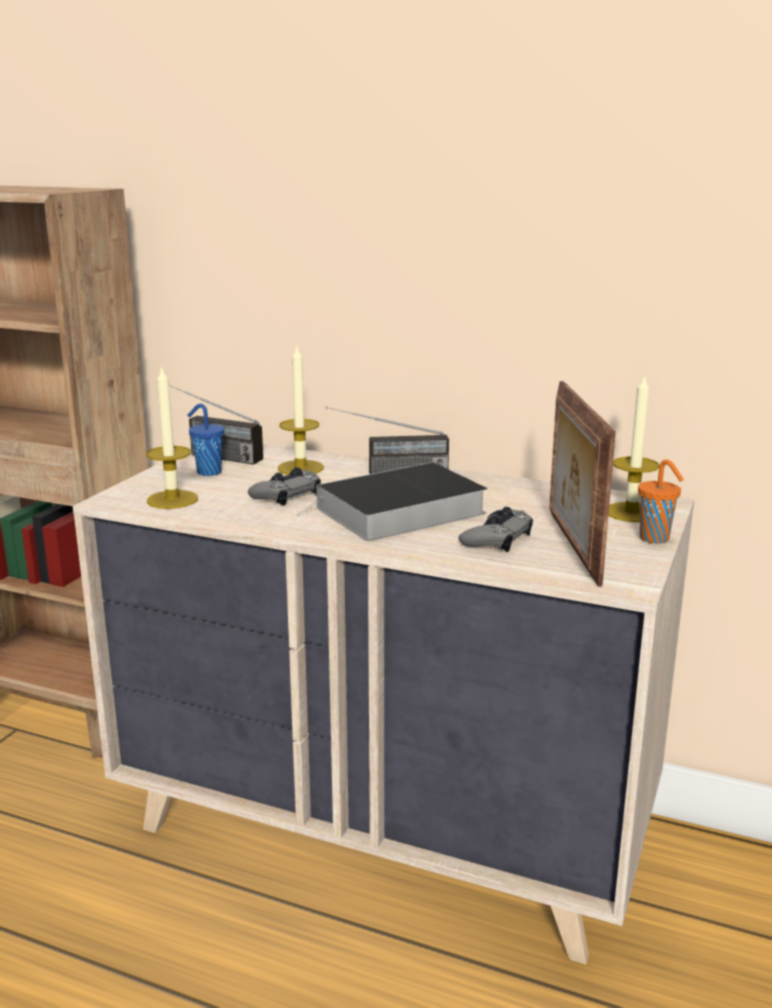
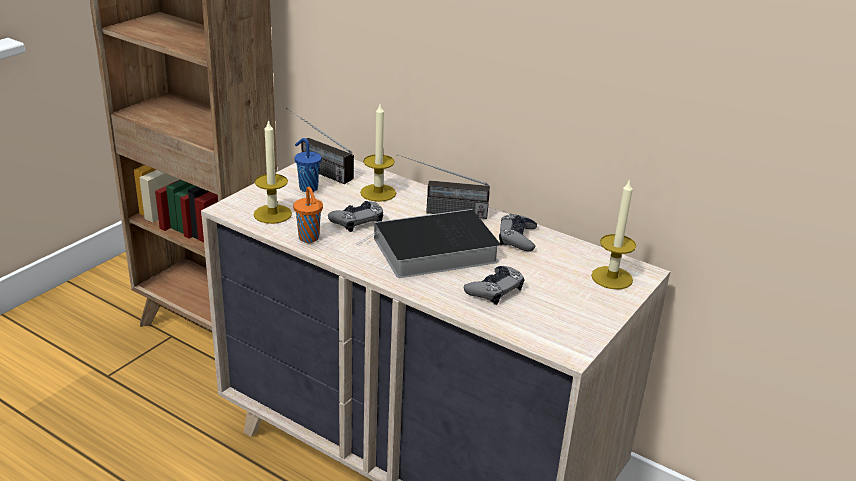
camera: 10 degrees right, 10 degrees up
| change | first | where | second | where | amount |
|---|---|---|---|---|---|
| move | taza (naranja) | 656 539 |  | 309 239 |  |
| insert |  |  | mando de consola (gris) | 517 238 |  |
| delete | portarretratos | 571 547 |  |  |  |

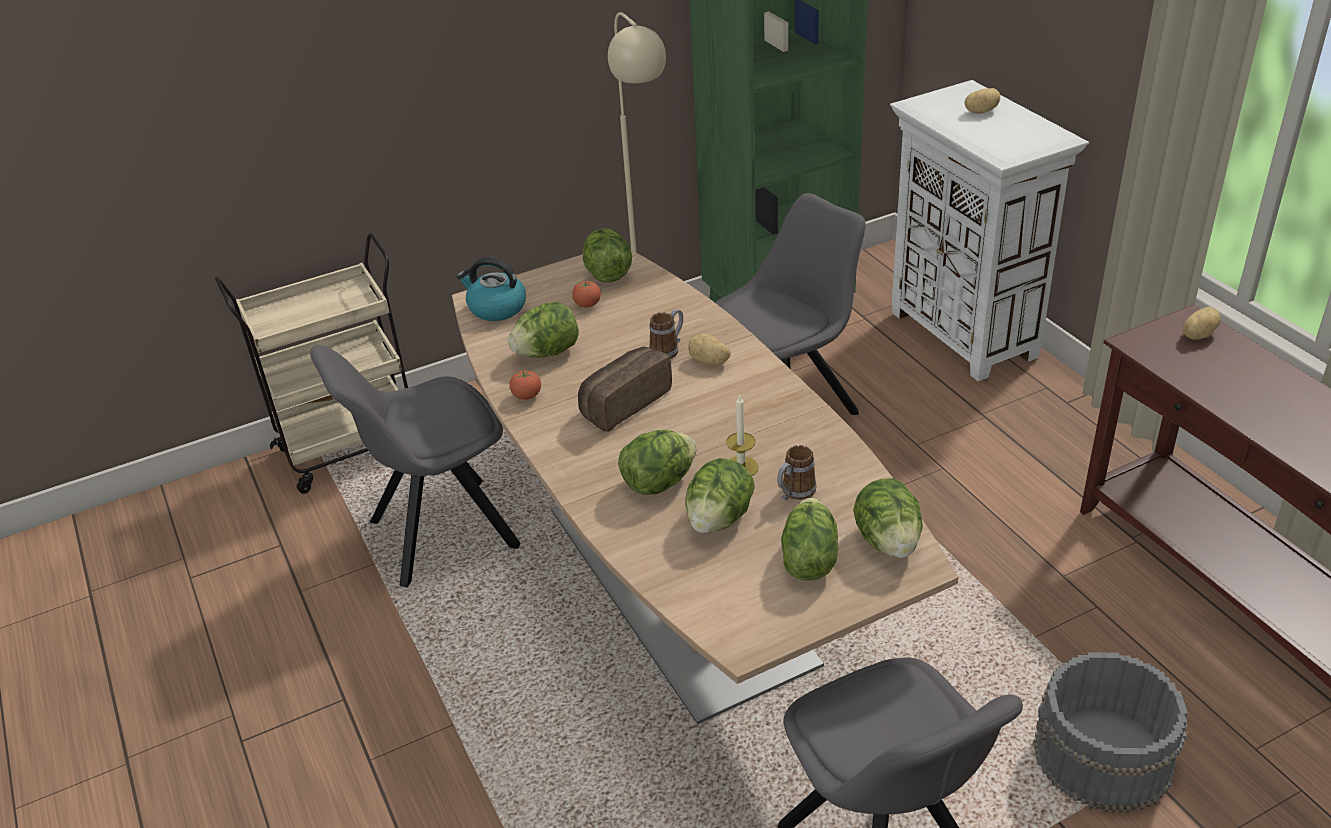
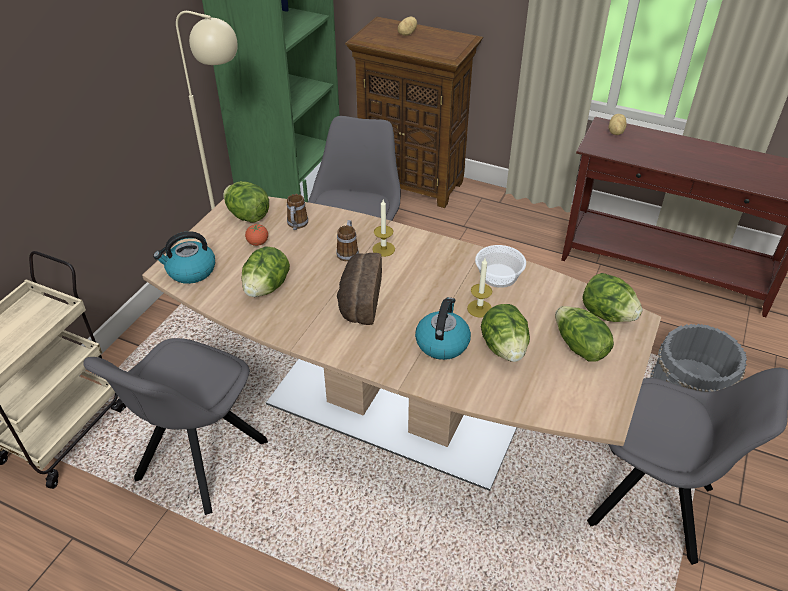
camera: 40 degrees left, 5 degrees up
| change | first | where | second | where | amount |
|---|---|---|---|---|---|
| move | taza grande | 794 493 |  | 297 225 |  |
| recolor | armario (blanco) | 966 335 | armario (marrón) | 413 183 |  |
| replace | patata | 709 362 | vela | 383 249 |  |
| replace | lechuga | 659 482 | hervidor | 442 342 |  |
| insert |  |  | cuenco | 498 275 |  |
| delete | tomate | 527 396 |  |  |  |

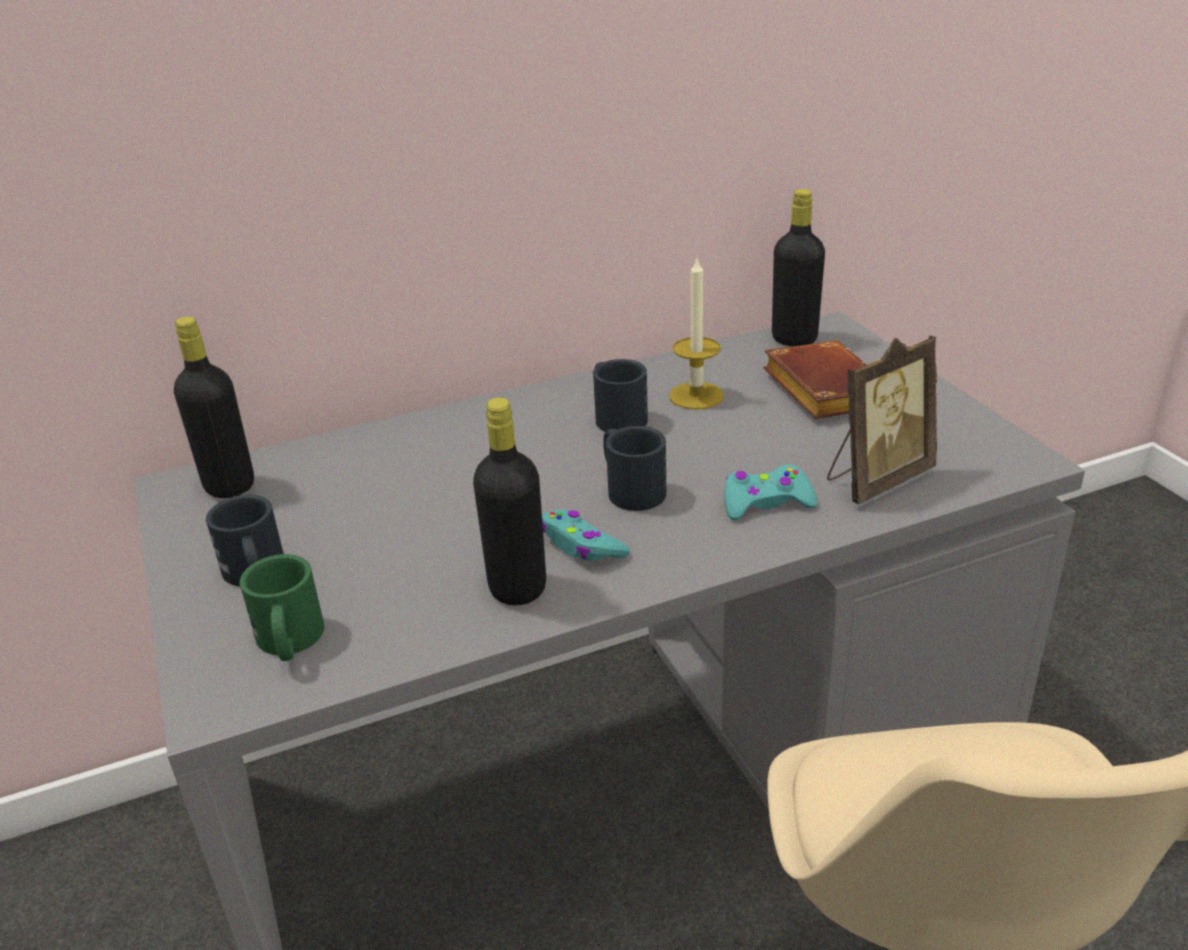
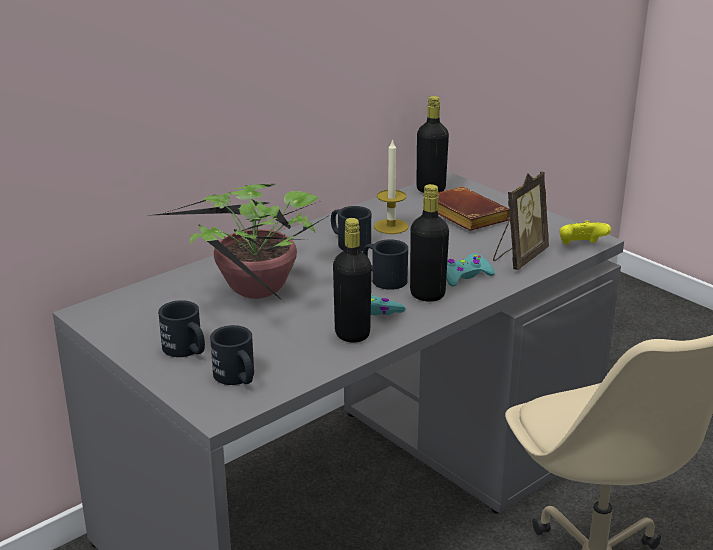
camera: 20 degrees left, 5 degrees down
| change | first | where | second | where | amount |
|---|---|---|---|---|---|
| insert |  |  | planta en maceta | 258 293 |  |
| recolor | taza grande (verde) | 290 643 | taza grande (negro) | 237 378 |  |
| move | botella (negro) | 229 486 |  | 427 295 |  |
| insert |  |  | mando de consola (amarillo) | 580 246 |  |

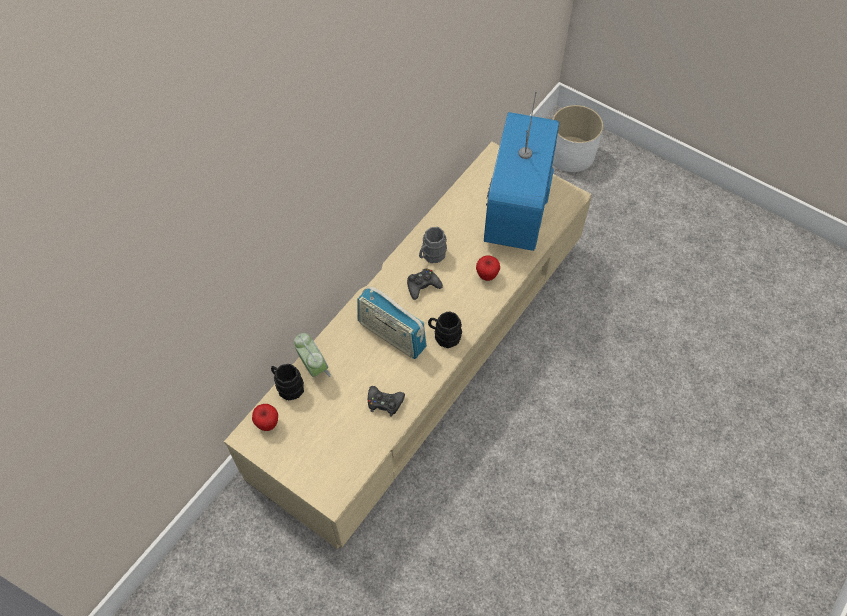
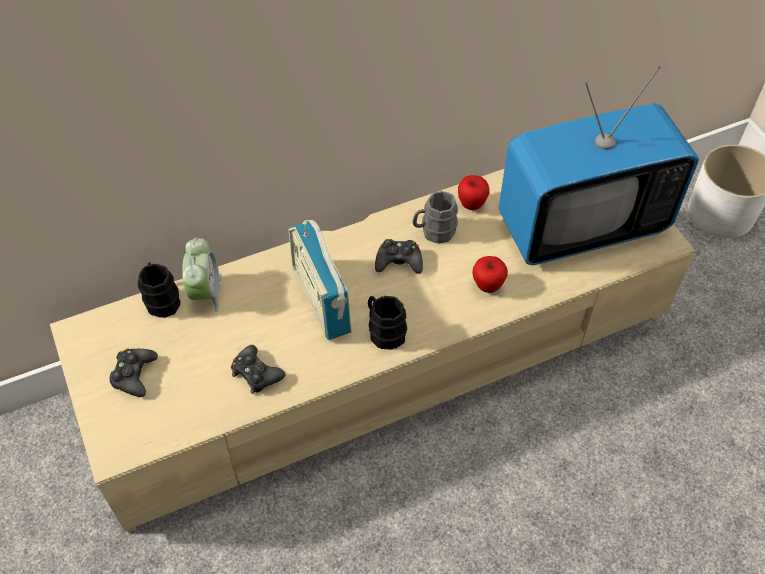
camera: 30 degrees right, 5 degrees down
| change | first | where | second | where | amount |
|---|---|---|---|---|---|
| insert |  |  | mando de consola (negro) | 134 375 |  |
| move | manzana | 267 424 |  | 471 204 |  |
| rotate | televisor | 518 209 |  | 581 226 | 150 degrees counterclockwise |

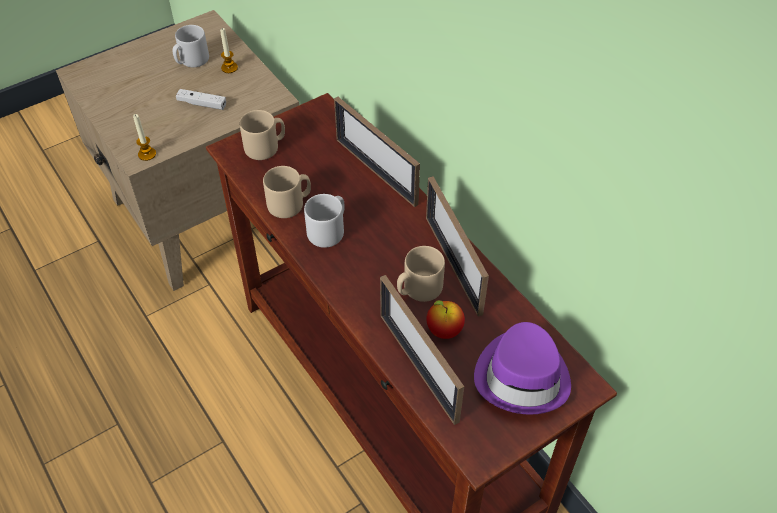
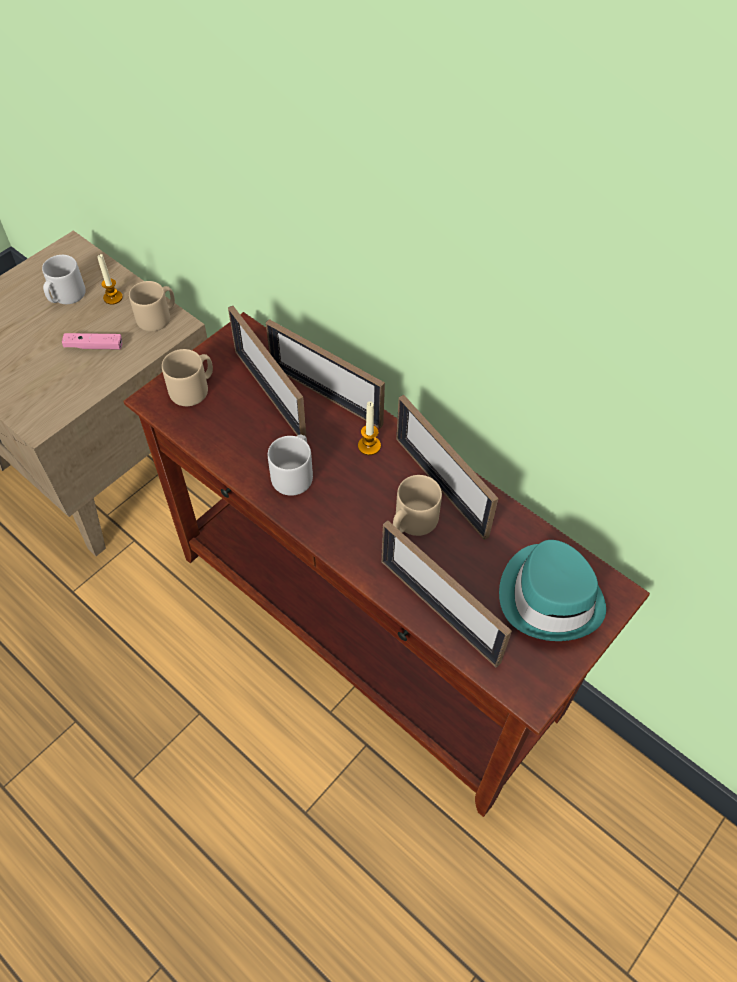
camera: 15 degrees left, 5 degrees up
| change | first | where | second | where | amount |
|---|---|---|---|---|---|
| recolor | mando de consola (blanco) | 202 104 | mando de consola (rosa) | 94 346 |  |
| move | taza grande (beis) | 290 204 |  | 157 318 |  |
| insert |  |  | portarretratos | 269 394 |  |
| move | vela | 147 154 |  | 369 446 |  |
| recolor | sombrero (morado) | 523 376 | sombrero (turquesa) | 550 596 |  |
| delete | manzana | 444 330 |  |  |  |

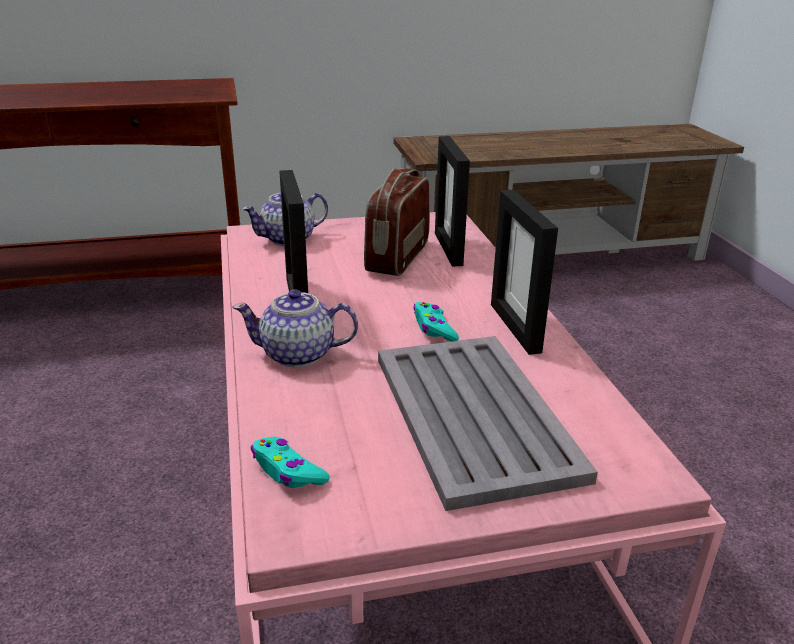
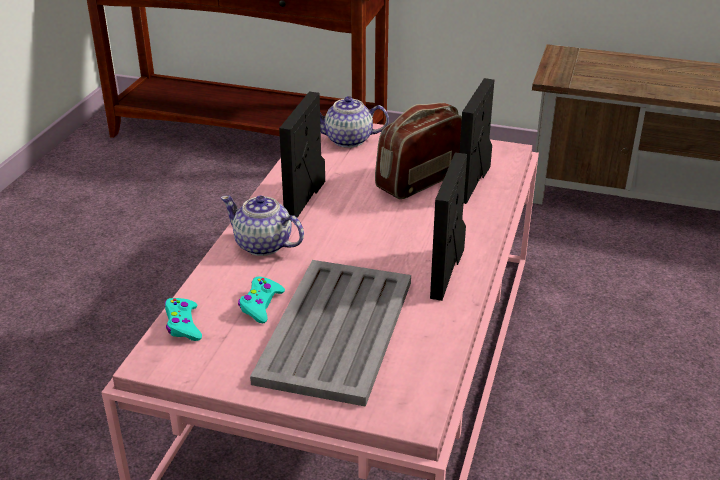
camera: 30 degrees right, 5 degrees up
| change | first | where | second | where | amount |
|---|---|---|---|---|---|
| move | mando de consola (turquesa) | 434 328 |  | 261 305 |  |

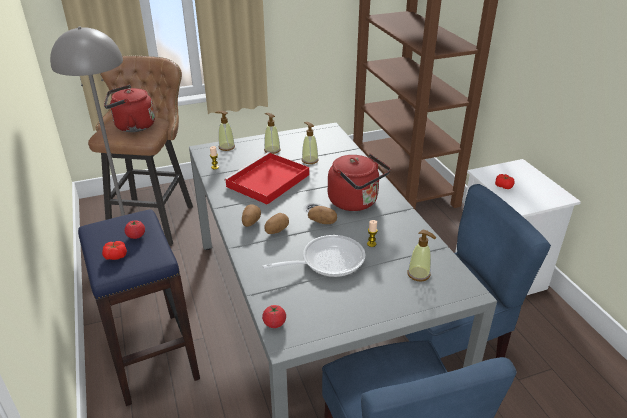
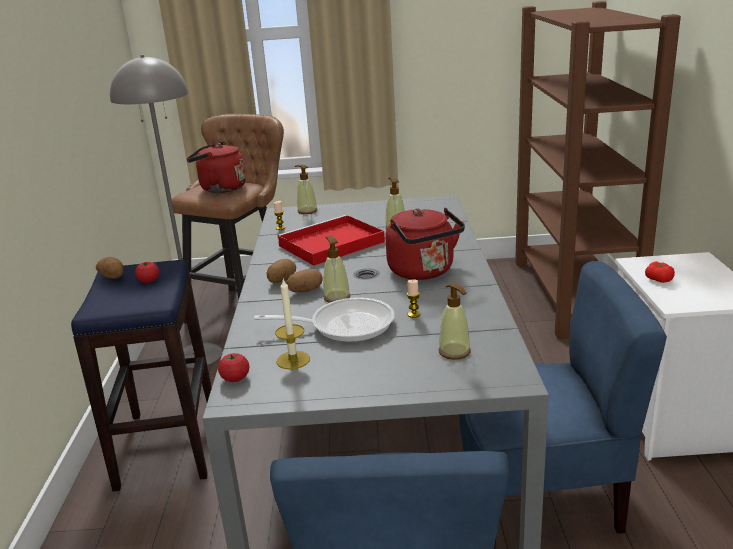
camera: 20 degrees right, 10 degrees down
| change | first | where | second | where | amount |
|---|---|---|---|---|---|
| move | patata | 323 222 |  | 113 277 |  |
| insert |  |  | vela | 293 360 |  |
| move | dispensador de jabón | 272 150 |  | 336 297 |  |
| delete | tomate | 115 256 |  |  |  |

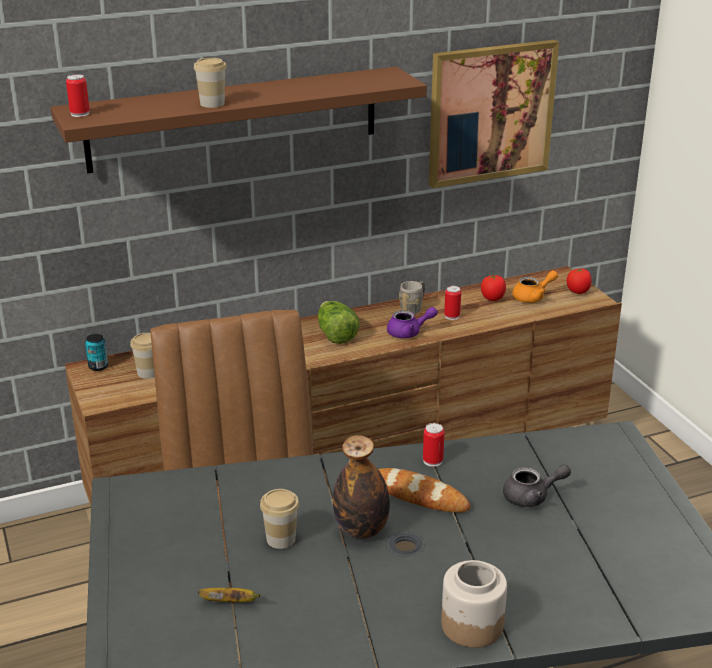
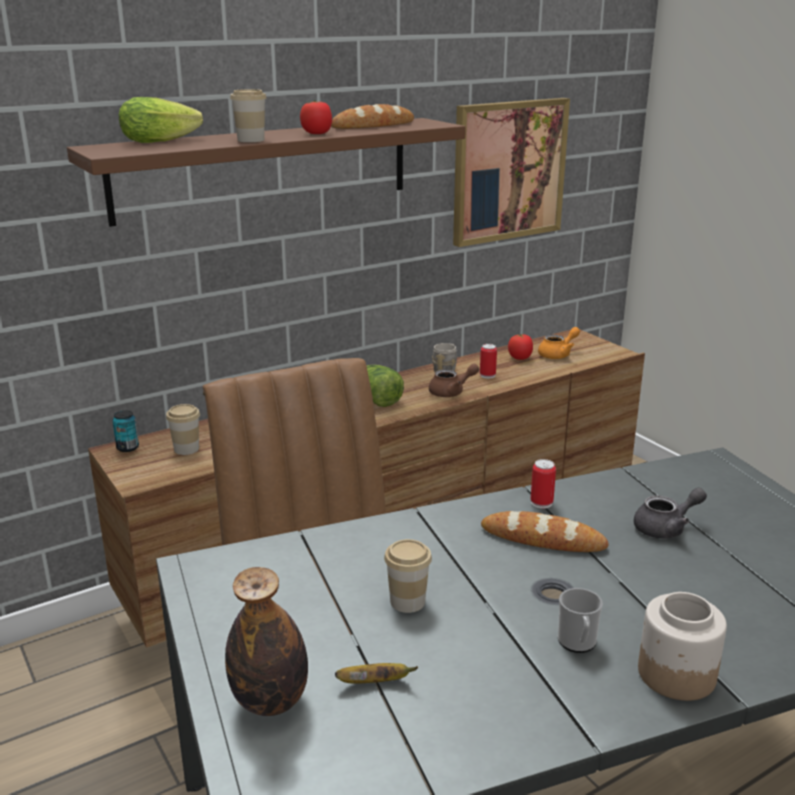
camera: 10 degrees left, 5 degrees down
| change | first | where | second | where | amount |
|---|---|---|---|---|---|
| insert |  |  | lechuga | 164 141 |  |
| move | botella | 361 529 |  | 270 701 |  |
| move | tomate | 578 291 |  | 317 134 |  |
| insert |  |  | pan | 373 125 |  |
| recolor | tetera (morado) | 409 333 | tetera (marrón) | 451 392 |  |
| insert |  |  | taza grande | 577 643 |  |
| delete | lata | 80 114 |  |  |  |

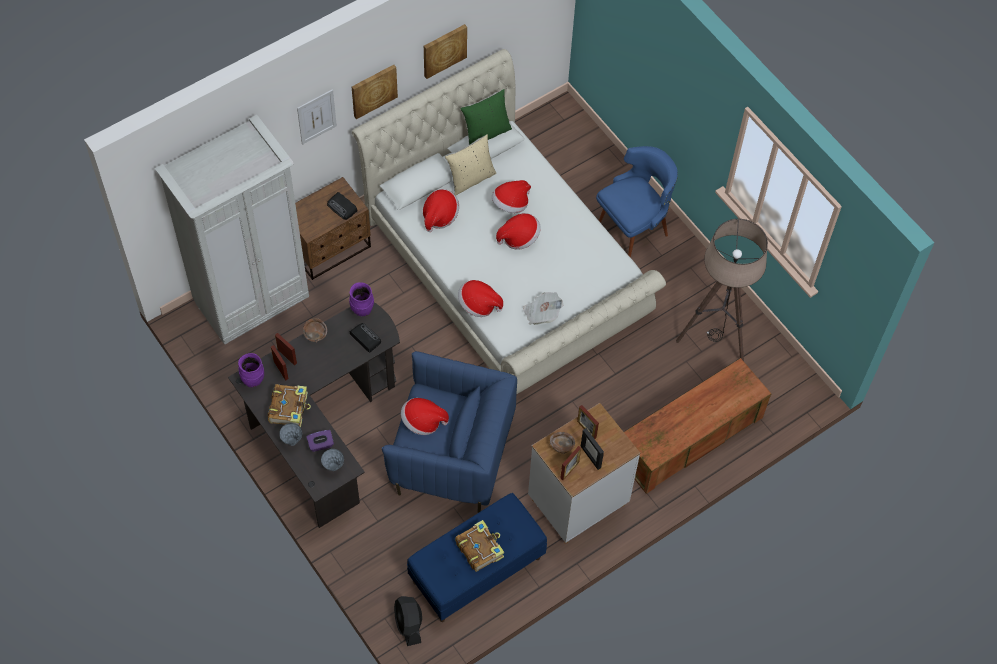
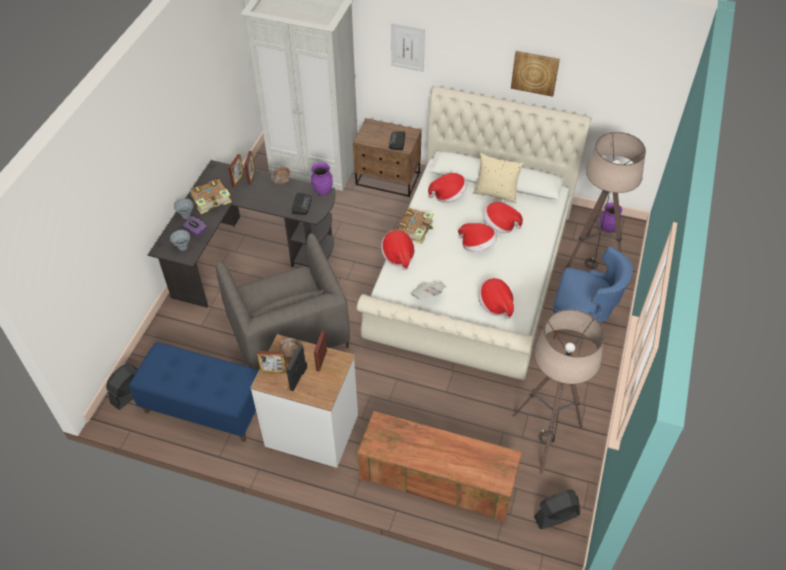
camera: 55 degrees right, 10 degrees down
| change | first | where | second | where | amount |
|---|---|---|---|---|---|
| recolor | sillón (azul) | 451 453 | sillón (gris) | 288 334 |  |
| move | libro | 479 548 |  | 416 229 |  |
| move | sombrero | 423 421 |  | 495 304 |  |
| insert |  |  | ventilador (negro) | 556 516 |  |
| insert |  |  | lámpara de pie | 589 263 |  |
| move | florero (morado) | 253 380 |  | 608 228 |  |
| delete | cuadro | 373 90 |  |  |  |
| delete | cojín (verde) | 486 133 |  |  |  |

